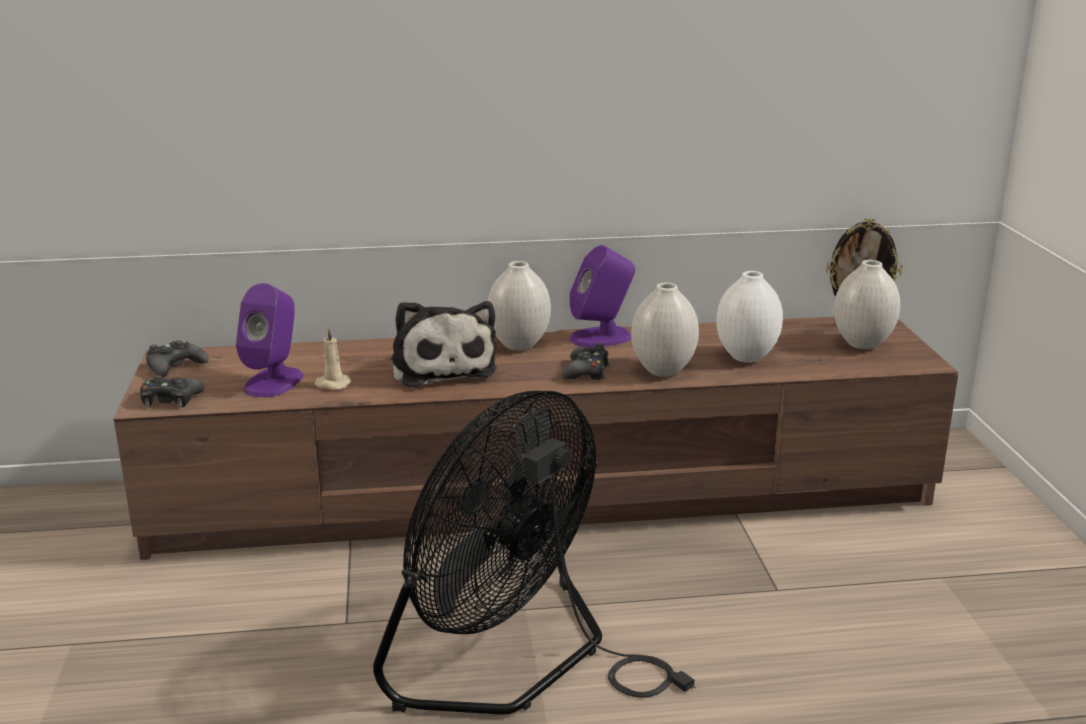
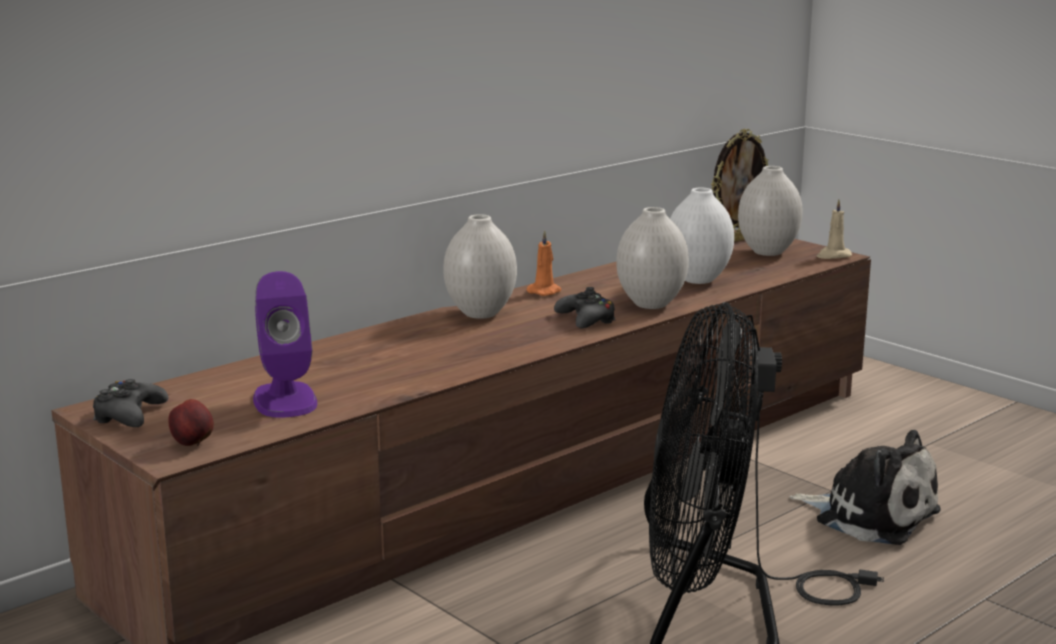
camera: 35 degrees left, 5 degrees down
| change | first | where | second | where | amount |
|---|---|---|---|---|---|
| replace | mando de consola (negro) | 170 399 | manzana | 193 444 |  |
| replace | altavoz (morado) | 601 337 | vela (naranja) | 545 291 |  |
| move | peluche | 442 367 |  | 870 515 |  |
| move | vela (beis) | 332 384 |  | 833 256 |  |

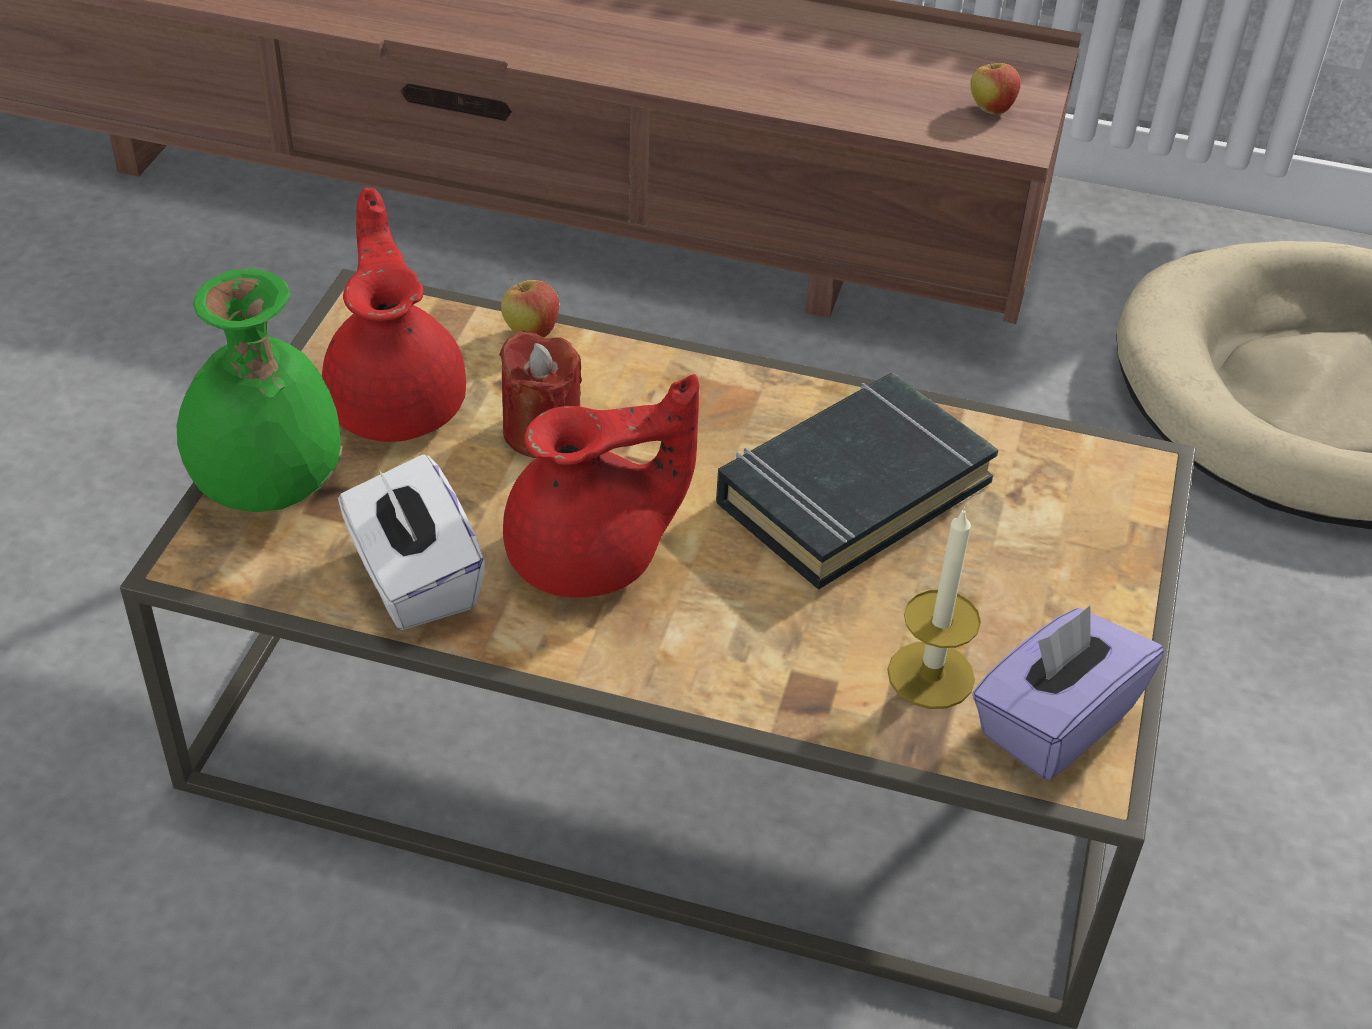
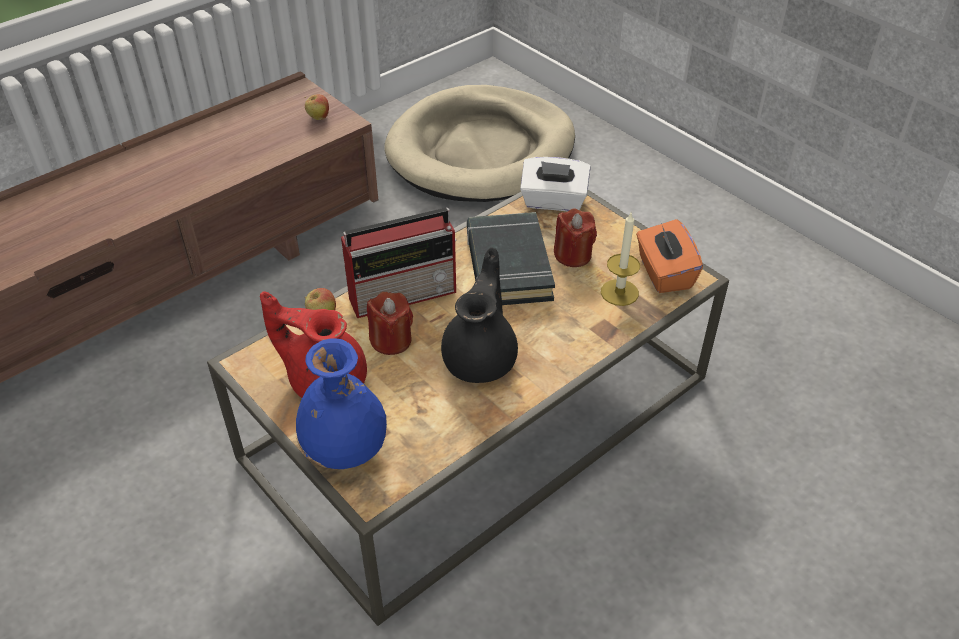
camera: 55 degrees left, 0 degrees up
| change | first | where | second | where | amount |
|---|---|---|---|---|---|
| recolor | florero (verde) | 268 491 | florero (azul) | 346 451 |  |
| insert |  |  | radio | 405 293 |  |
| recolor | tetera (rojo) | 592 556 | tetera (negro) | 481 358 |  |
| move | caja de pañuelos (blanco) | 413 579 |  | 553 201 |  |
| insert |  |  | vela (rojo) | 573 255 |  |
| recolor | caja de pañuelos (morado) | 1053 722 | caja de pañuelos (naranja) | 664 273 |  |

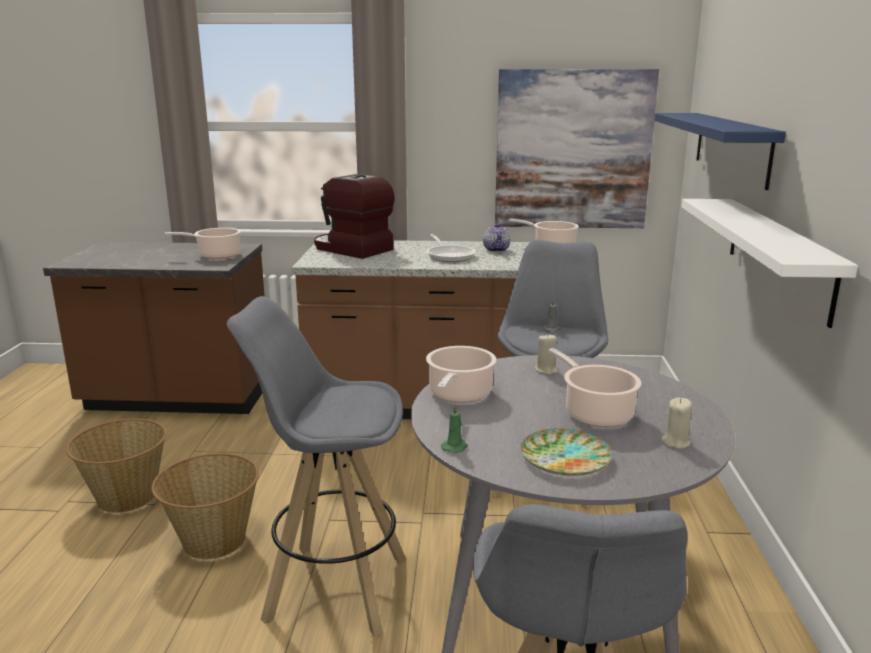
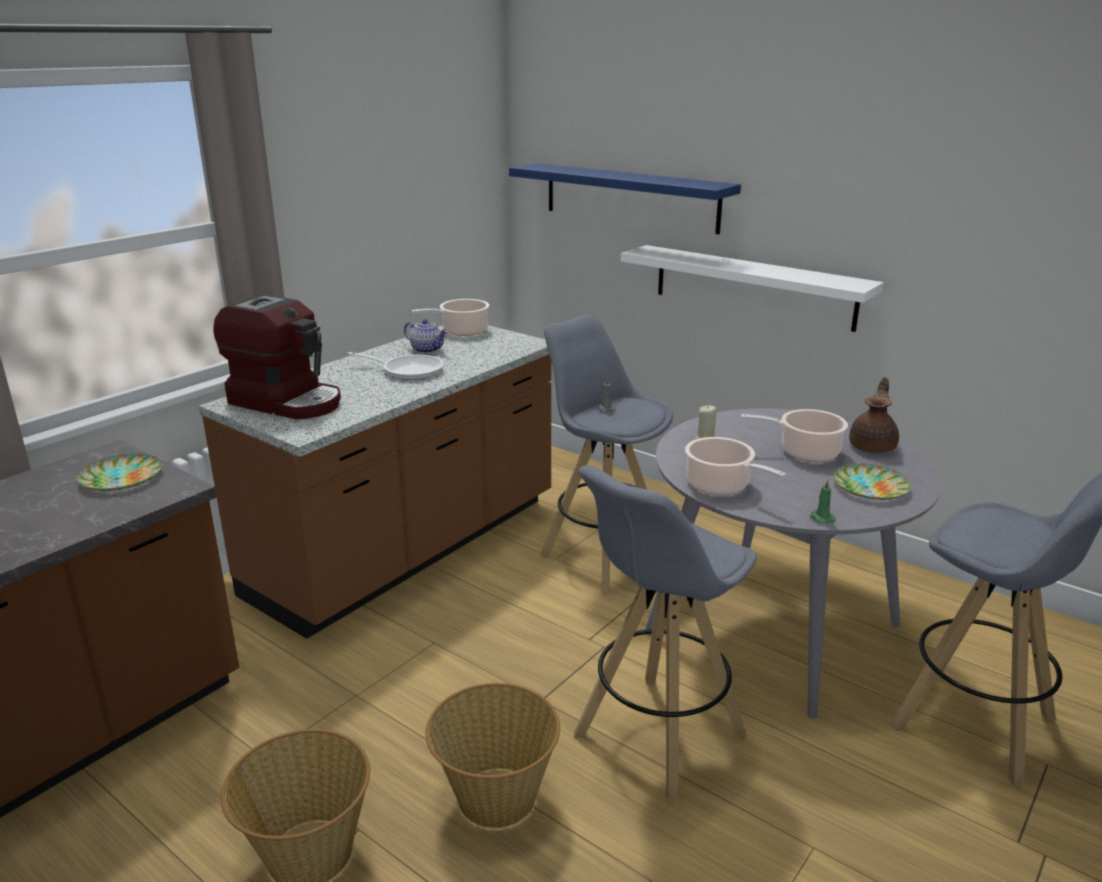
camera: 55 degrees left, 5 degrees up
| change | first | where | second | where | amount |
|---|---|---|---|---|---|
| replace | olla | 216 255 | plato | 121 478 |  |
| rotate | cafetera | 351 249 |  | 287 401 | 135 degrees counterclockwise |
| replace | vela (beis) | 675 442 | tetera (marrón) | 873 446 |  |
| delete | cuadro | 573 150 |  |  |  |

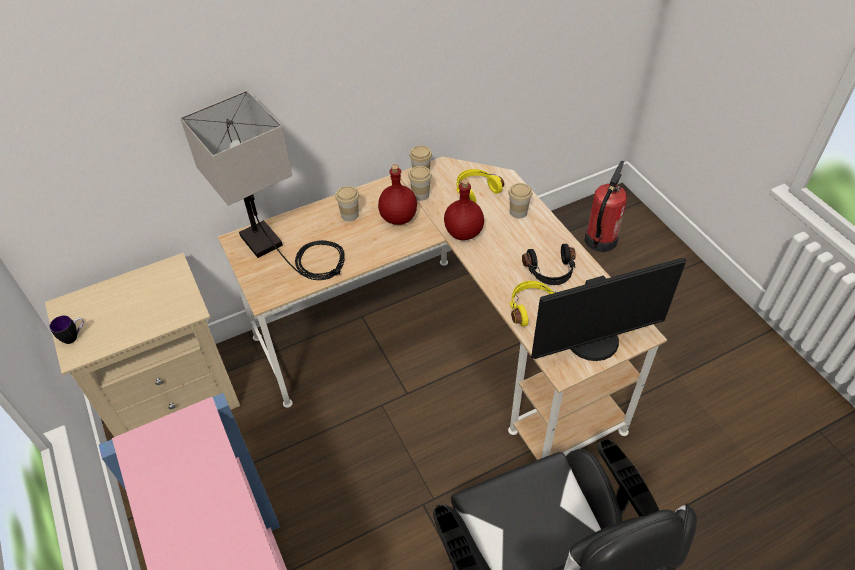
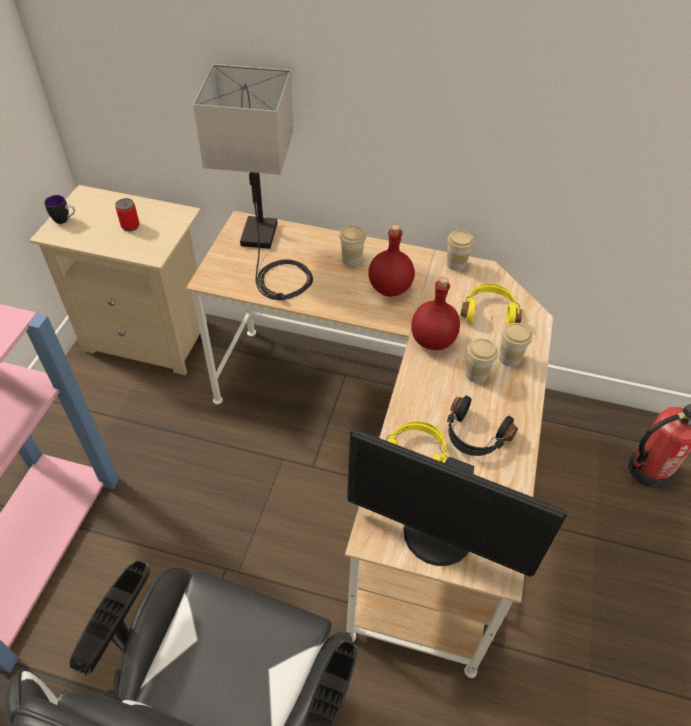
camera: 40 degrees right, 0 degrees up
| change | first | where | second | where | amount |
|---|---|---|---|---|---|
| insert |  |  | lata | 130 226 |  |
| move | taza | 420 194 |  | 476 374 |  |

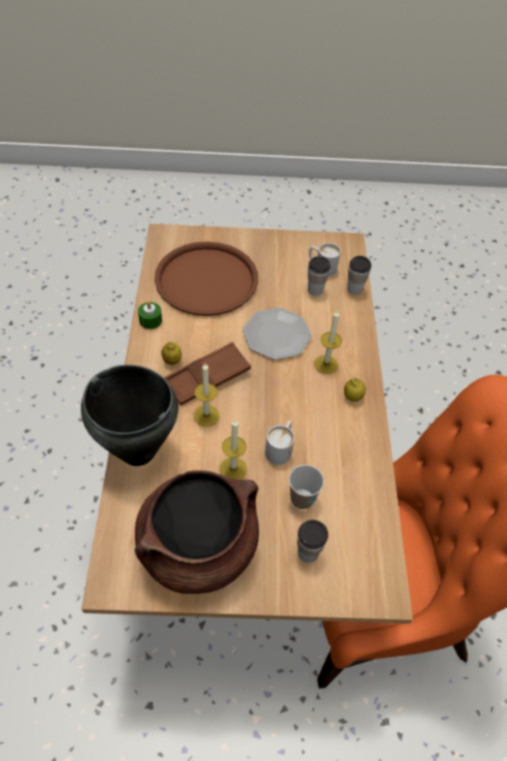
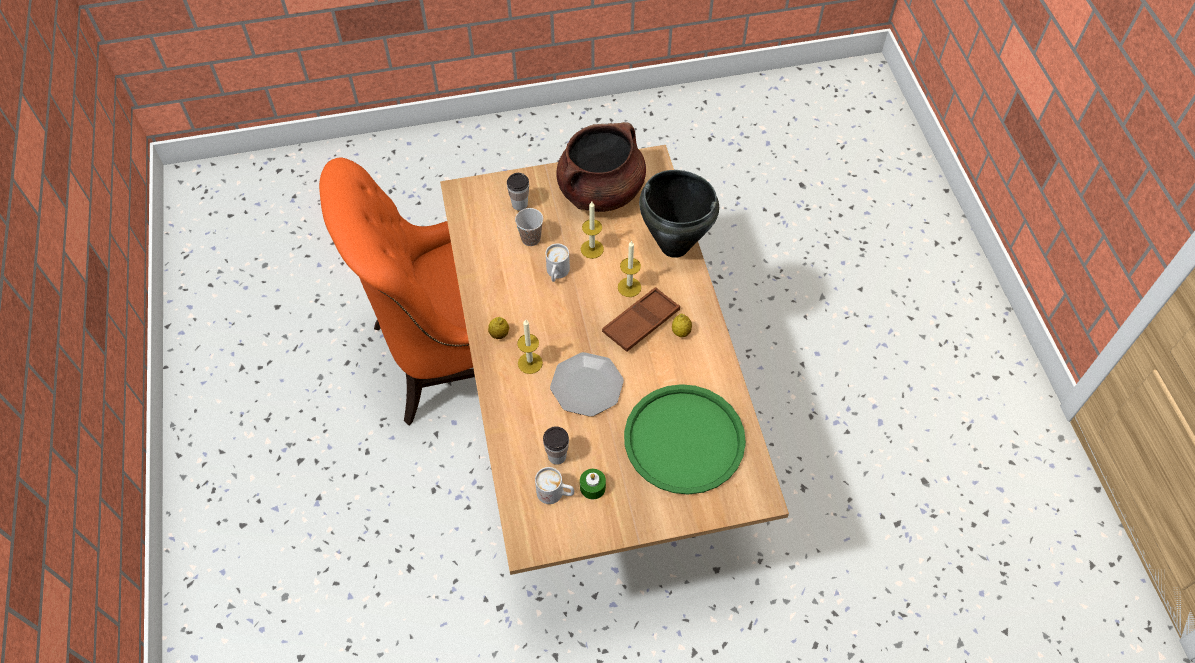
camera: 170 degrees right, 5 degrees up
| change | first | where | second | where | amount |
|---|---|---|---|---|---|
| move | vela (verde) | 150 320 |  | 592 487 |  |
| recolor | bandeja (marrón) | 207 279 | bandeja (verde) | 684 440 |  |
| delete | taza | 354 289 |  |  |  |

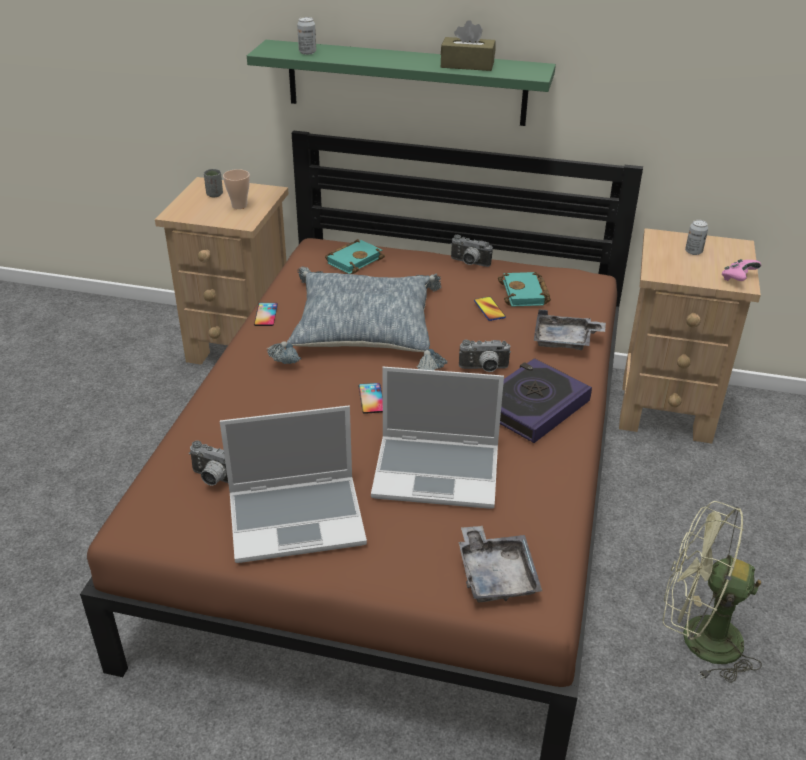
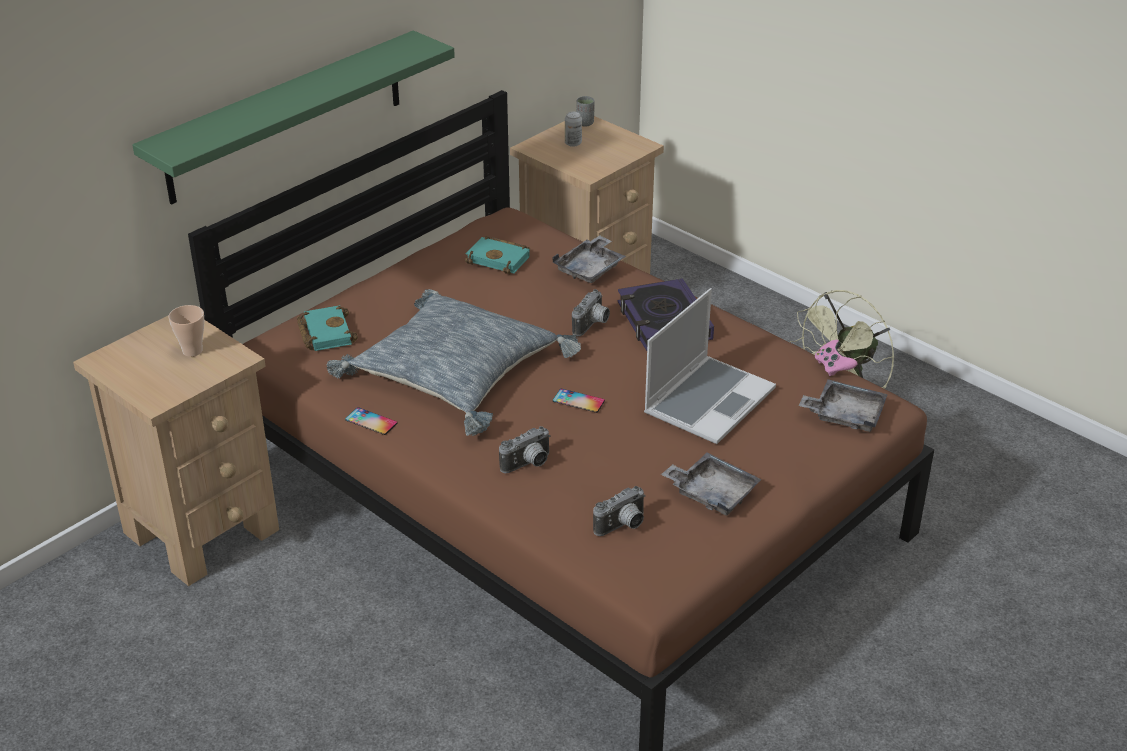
camera: 60 degrees left, 0 degrees up
| change | first | where | second | where | amount |
|---|---|---|---|---|---|
| move | cámara | 469 263 |  | 528 465 |  |
| move | taza (gris) | 214 194 |  | 585 123 |  |
| replace | portátil | 298 519 | bandeja (gris) | 712 493 |  |
| move | mando de consola (rosa) | 738 279 |  | 833 367 |  |
| delete | lata | 307 52 |  |  |  |
| delete | caja de pañuelos (marrón) | 467 65 |  |  |  |
| delete | móvil | 489 309 |  |  |  |

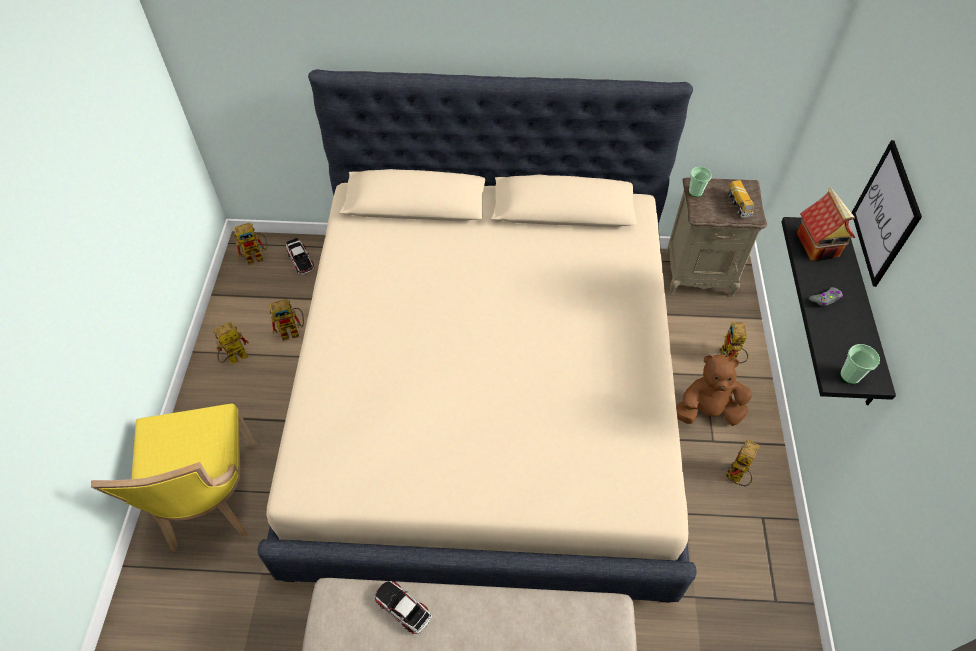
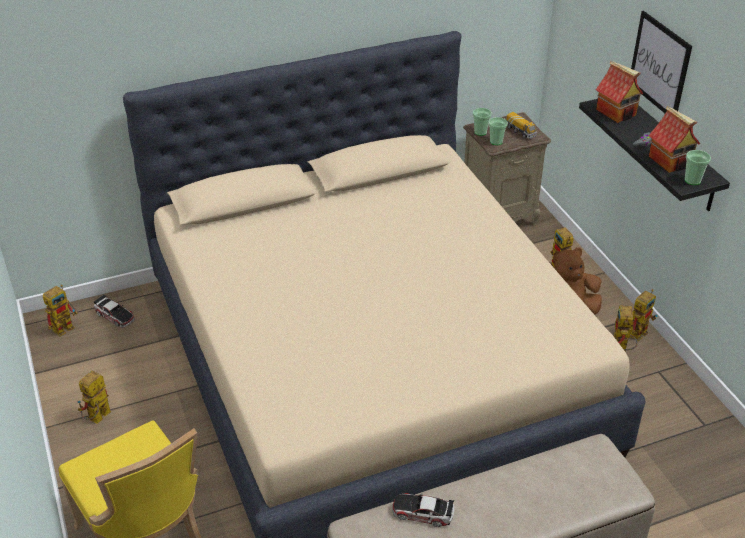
camera: 25 degrees left, 15 degrees down
| change | first | where | second | where | amount |
|---|---|---|---|---|---|
| insert |  |  | taza | 496 142 |  |
| move | robot de juguete | 293 331 |  | 639 330 |  |
| insert |  |  | casita | 670 161 |  |

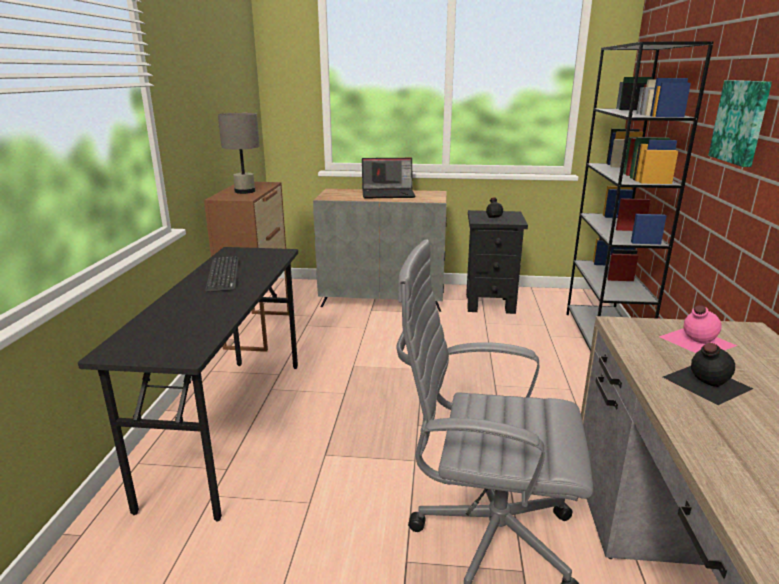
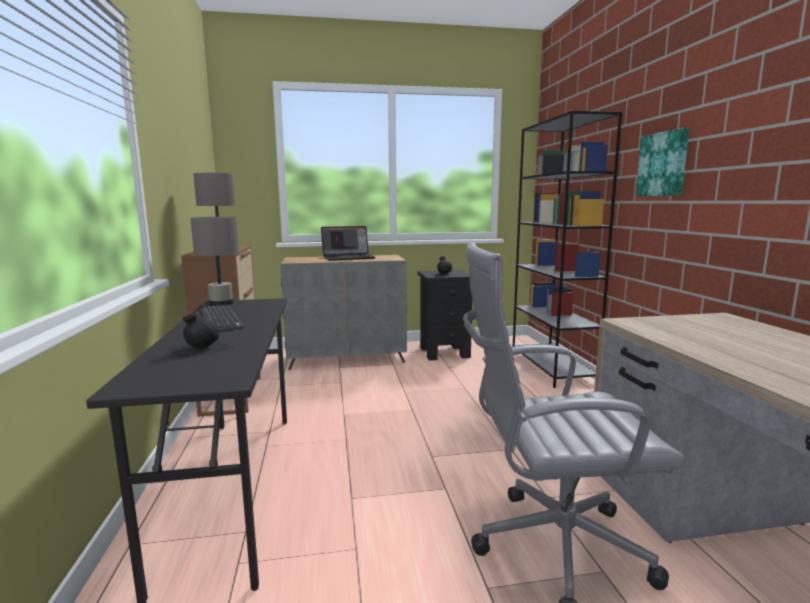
camera: 15 degrees left, 10 degrees down
| change | first | where | second | where | amount |
|---|---|---|---|---|---|
| move | botella (negro) | 705 382 |  | 198 348 |  |
| insert |  |  | lámpara de mesa (gris) | 221 303 |  |
| delete | botella (rosa) | 695 340 |  |  |  |

